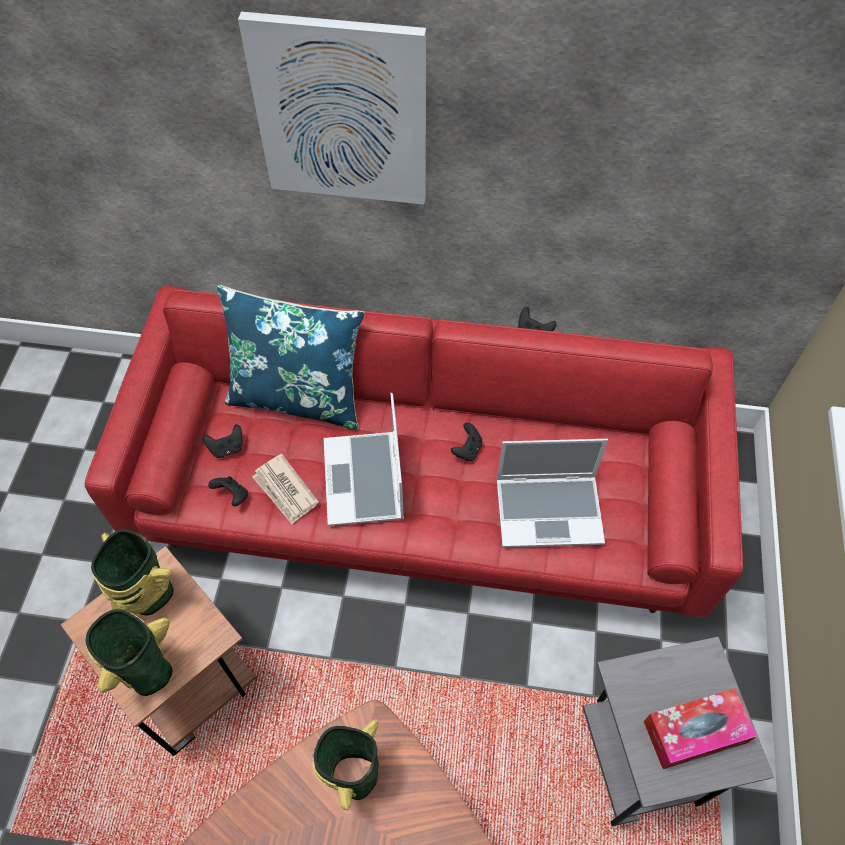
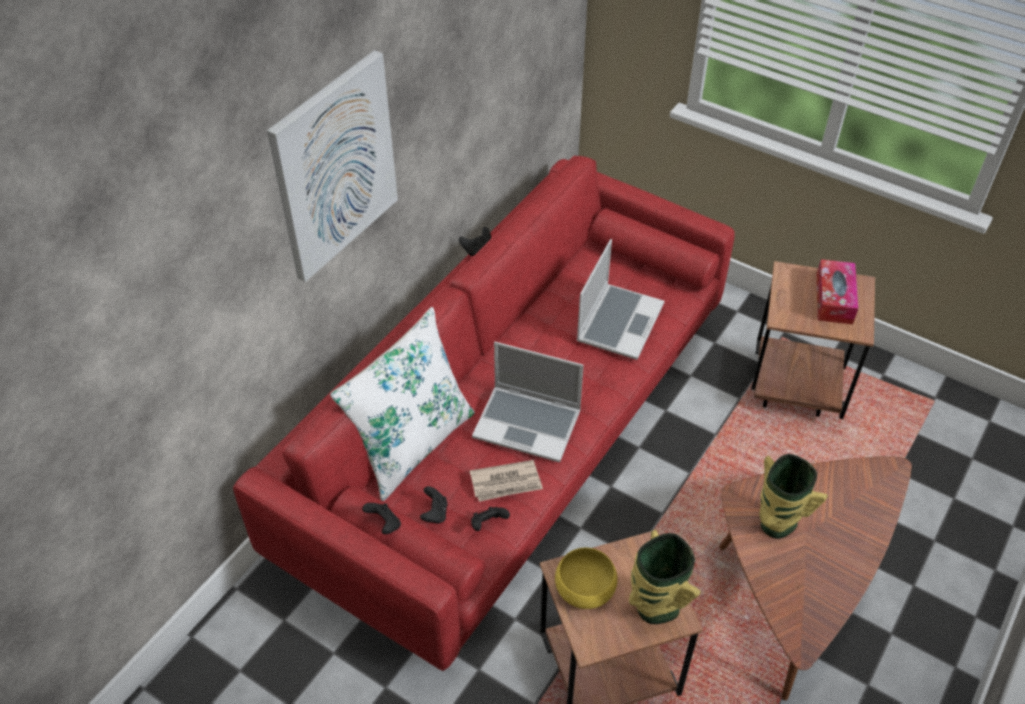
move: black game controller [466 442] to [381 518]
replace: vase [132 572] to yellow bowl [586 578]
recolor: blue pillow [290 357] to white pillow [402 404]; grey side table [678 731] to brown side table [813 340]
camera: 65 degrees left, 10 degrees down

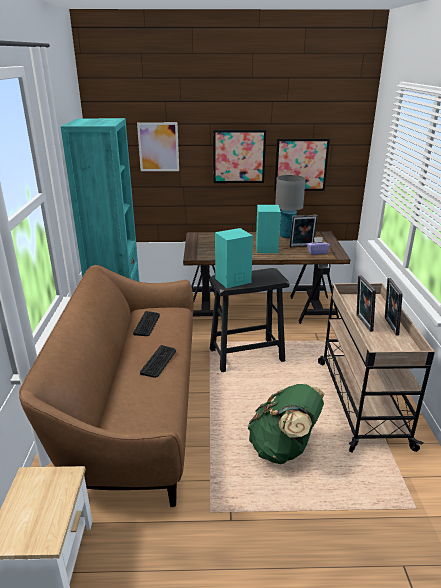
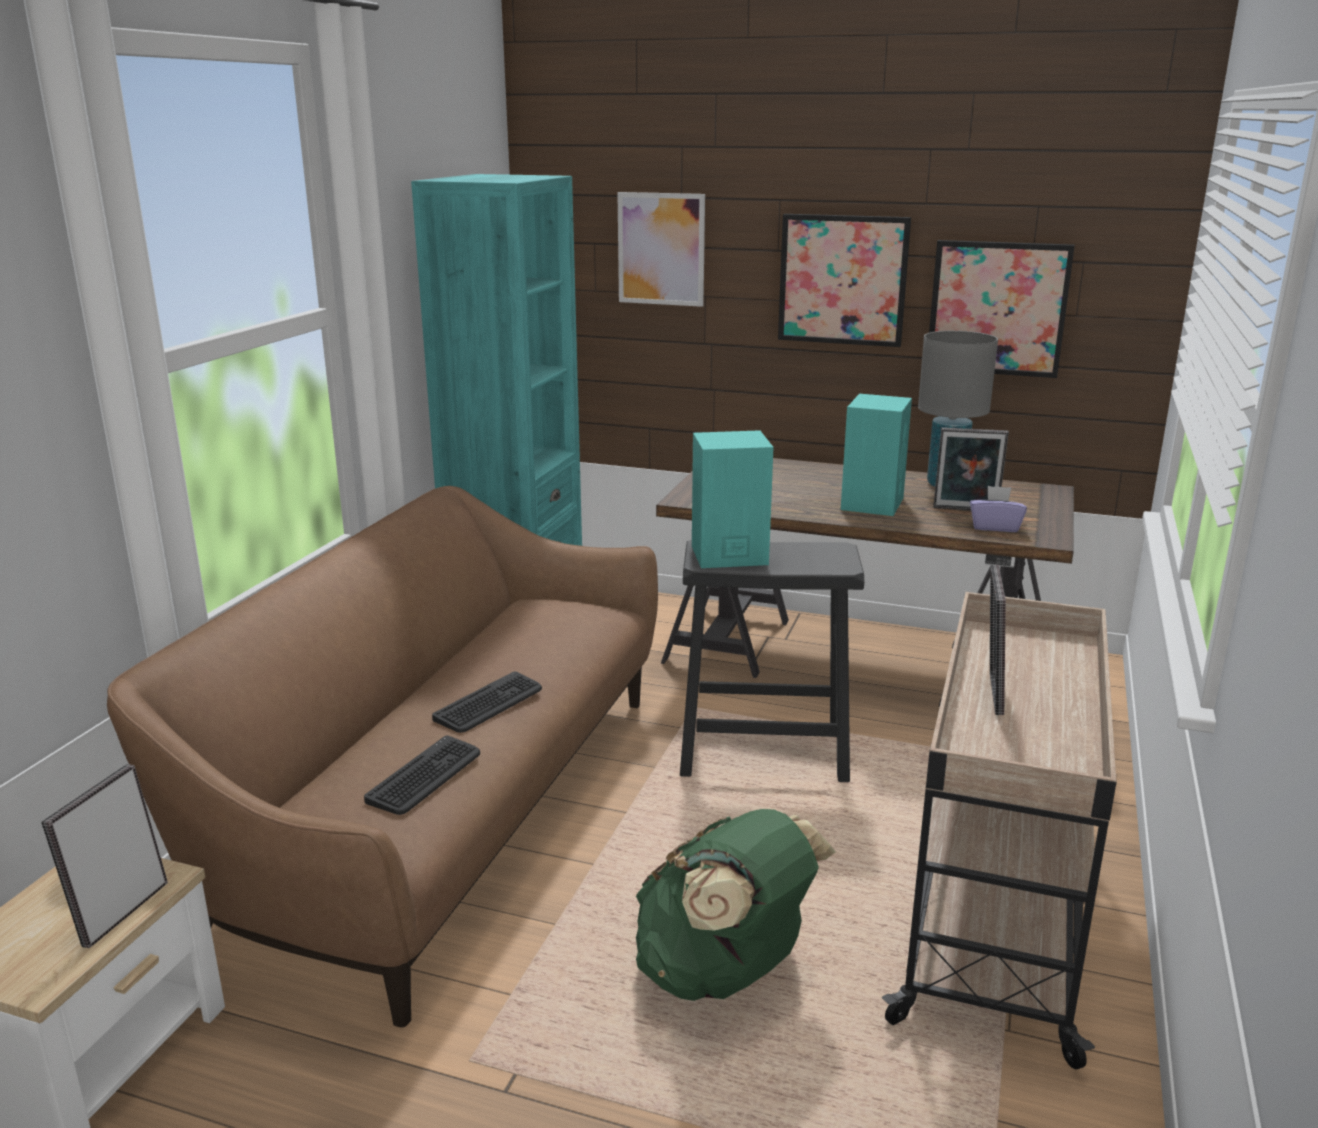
move: picture frame [394 307] to [104 856]; keyboard [146 323] to [422 775]
camera: 20 degrees right, 5 degrees down

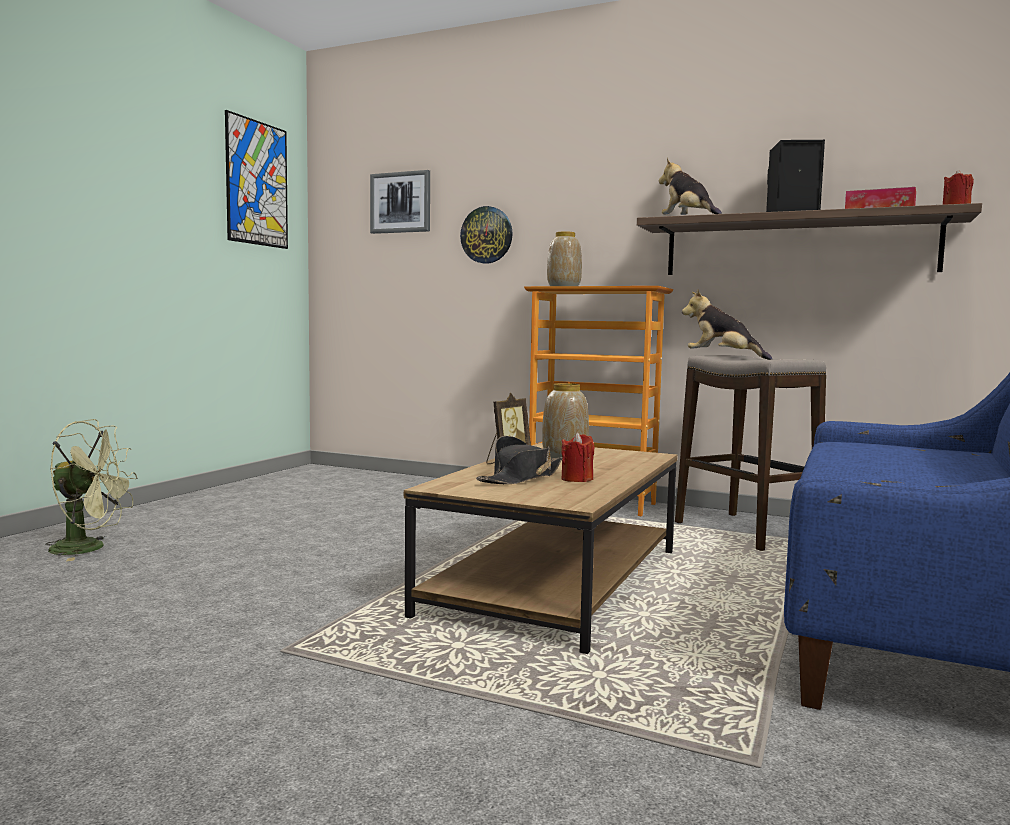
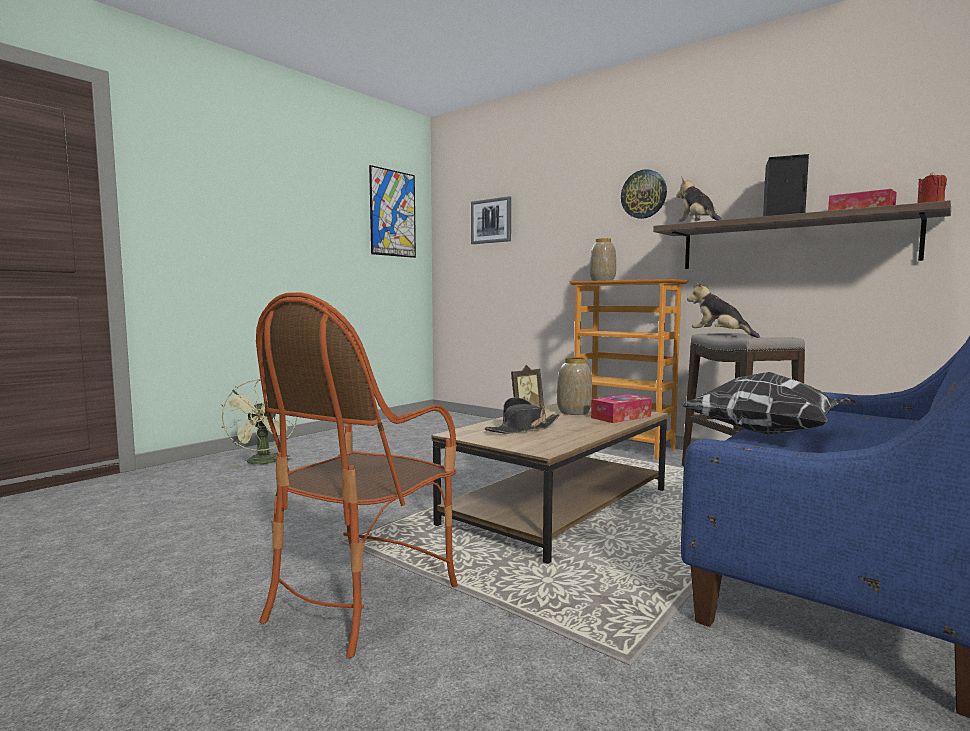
delete: red candle [578 457]
insert: armchair [357 475]; tissue box [621 408]; pillow [769 403]
move: wall clock [486 235] to [644 194]
rotate: green fan [91 490] = [259 422] 60 degrees clockwise
camera: 15 degrees right, 0 degrees up

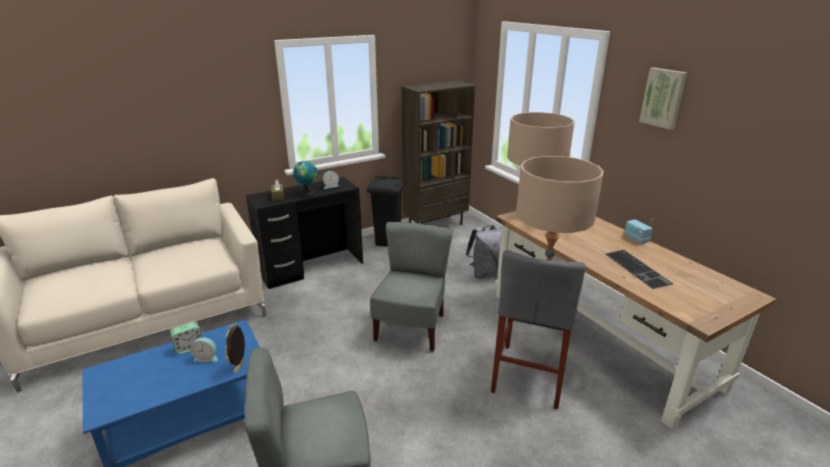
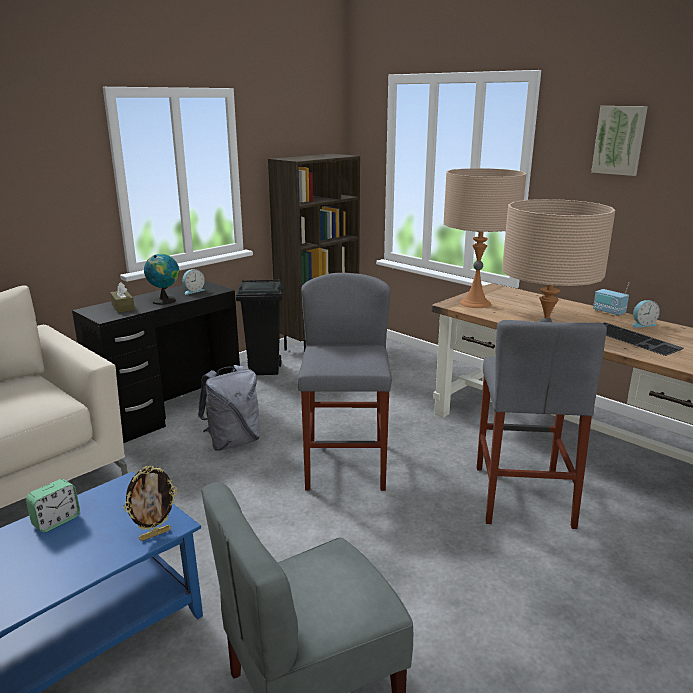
move: grey backpack [484 252] to [229 408]; alarm clock [204 349] to [646 314]
replace: grey chair [411 287] to grey stool [344 382]
rotate: picture frame [235 349] = [150 503] 120 degrees counterclockwise
camera: 15 degrees left, 5 degrees down

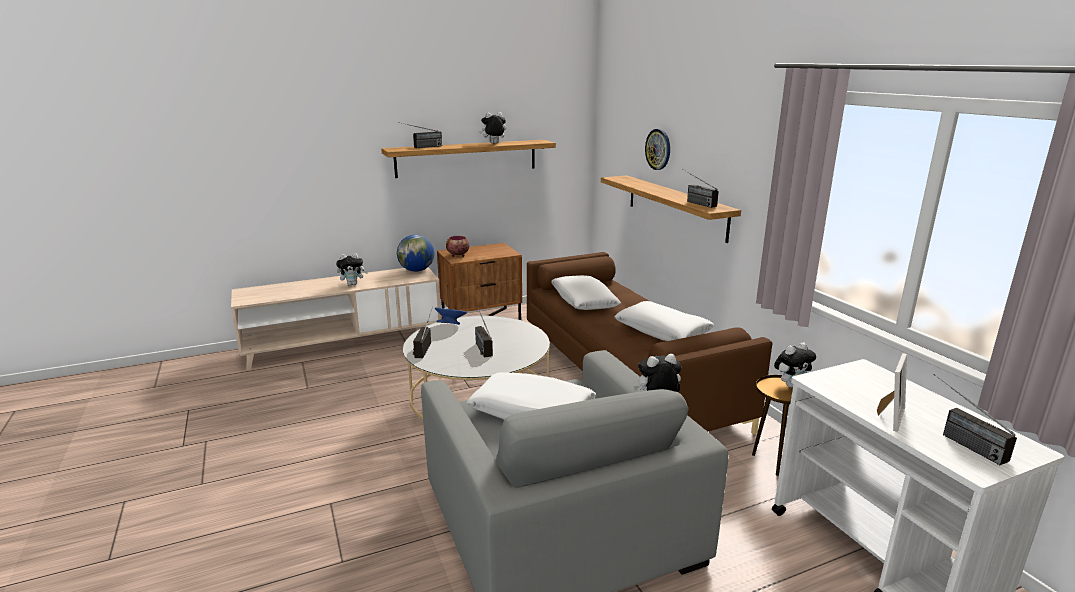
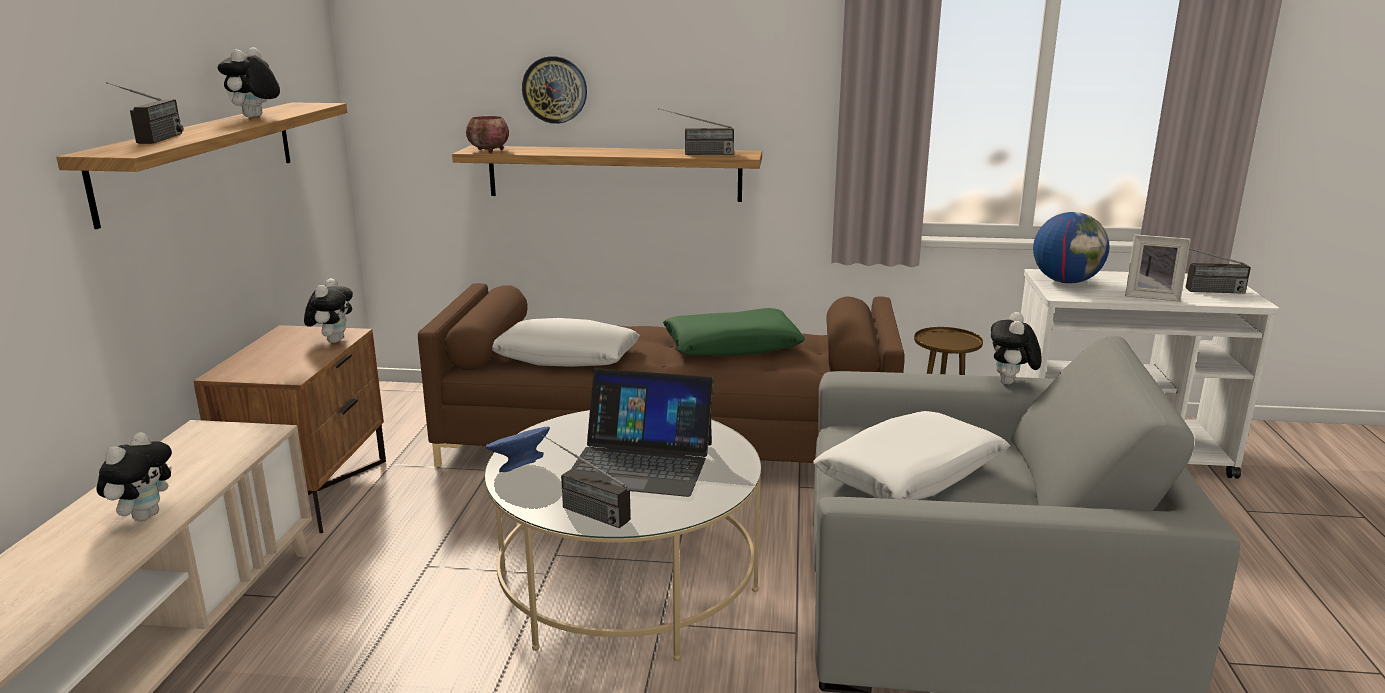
move: plush toy [795 365] to [328 310]; bowl [458 246] to [487 134]; globe [415 253] to [1071 248]
replace: radio [484 332] to laptop [642 432]
recolor: white pillow [664 321] to green pillow [734 332]
rotate: picture frame [892 392] = [1158 268] 135 degrees clockwise
camera: 60 degrees left, 0 degrees up

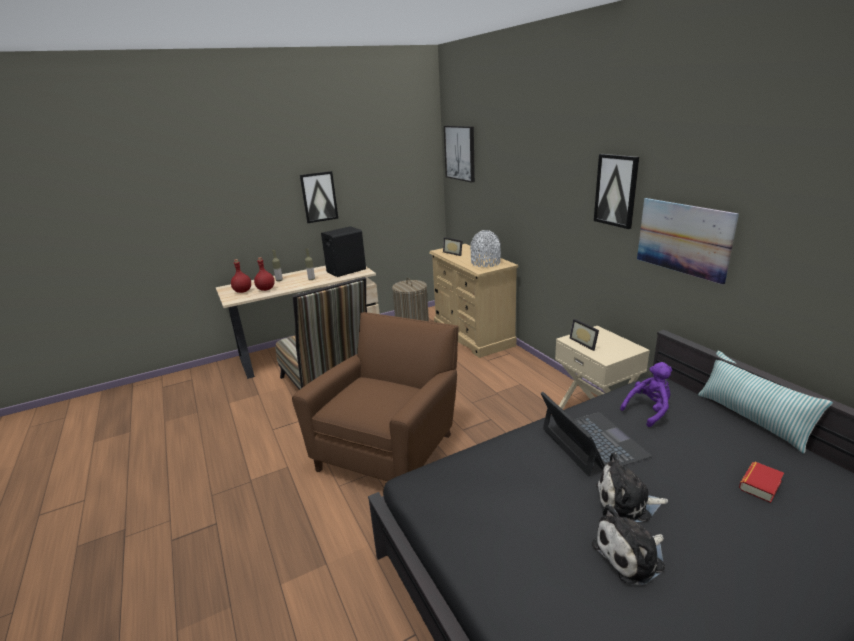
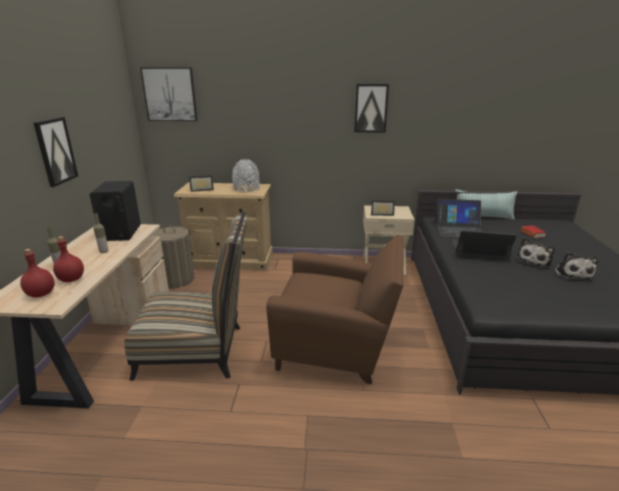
delete: picture [688 241]
replace: purple plush toy [646 394] to laptop [458 218]
rotate: brown armchair [375 397] = [335 309] 135 degrees clockwise
camera: 60 degrees left, 0 degrees up

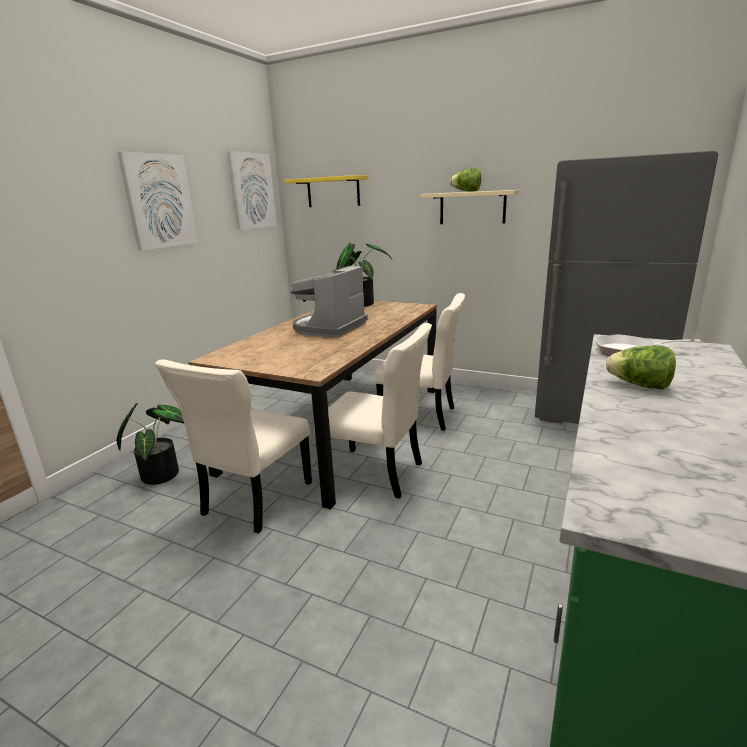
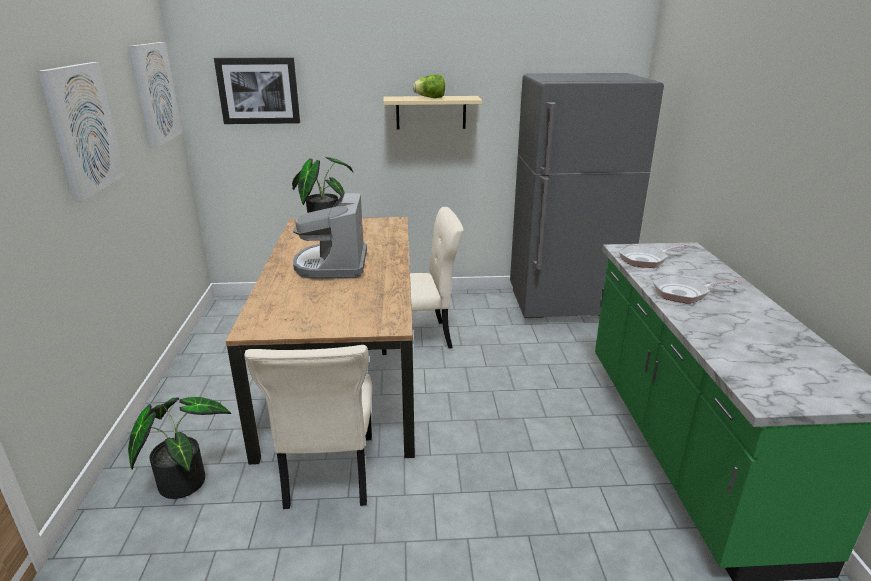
delete: beige chair [373 411]
replace: yellow shelf [326 191] to picture [257 90]; lettuce [641 367] to frying pan [697 289]
camera: 30 degrees left, 5 degrees up

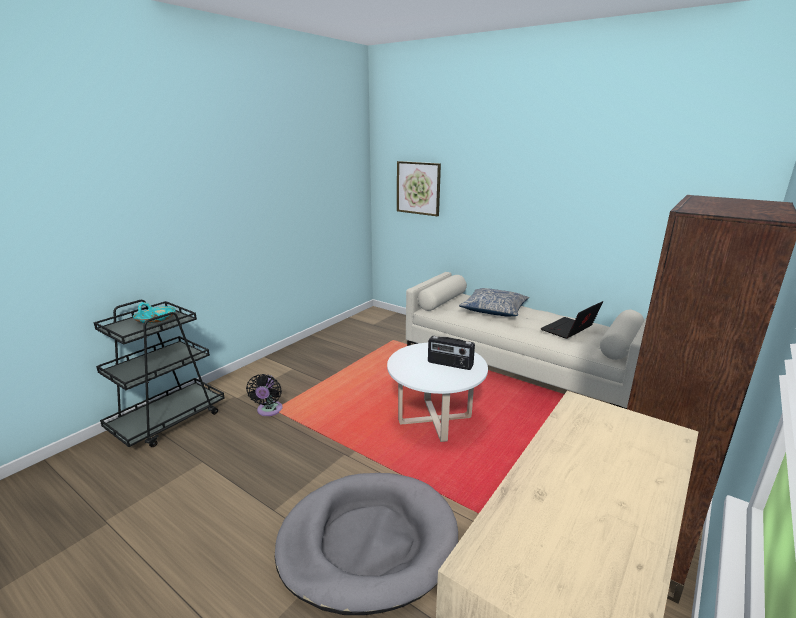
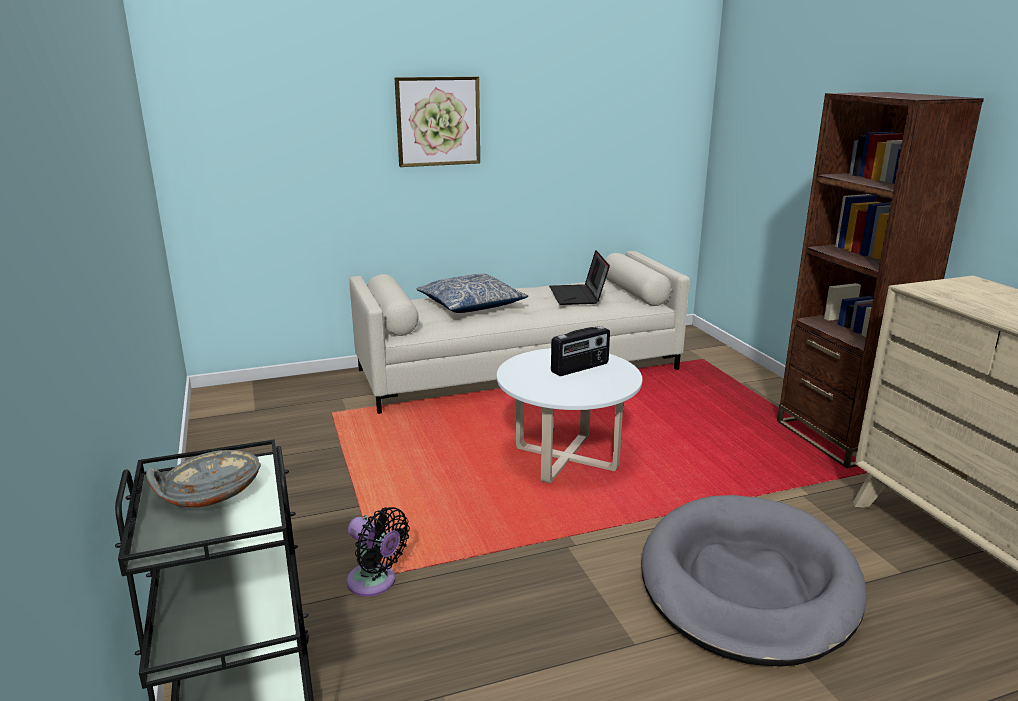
move: picture [419 188] to [437 121]
recolor: turquoise bowl [154 312] to grey bowl [203 478]
camera: 55 degrees left, 0 degrees up

